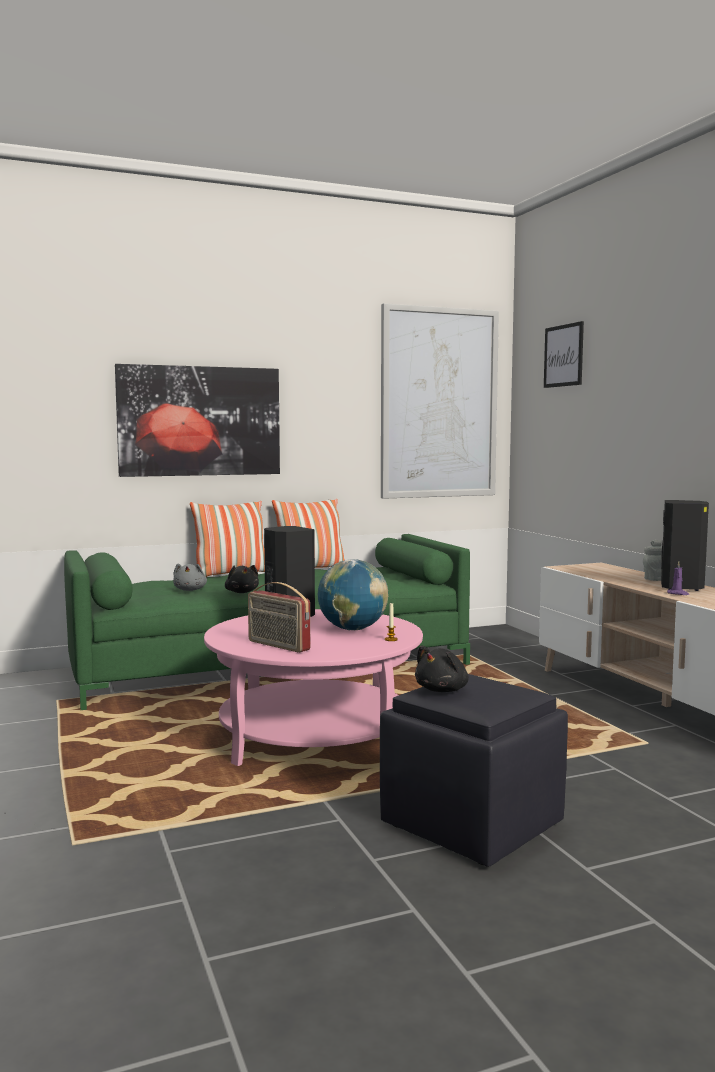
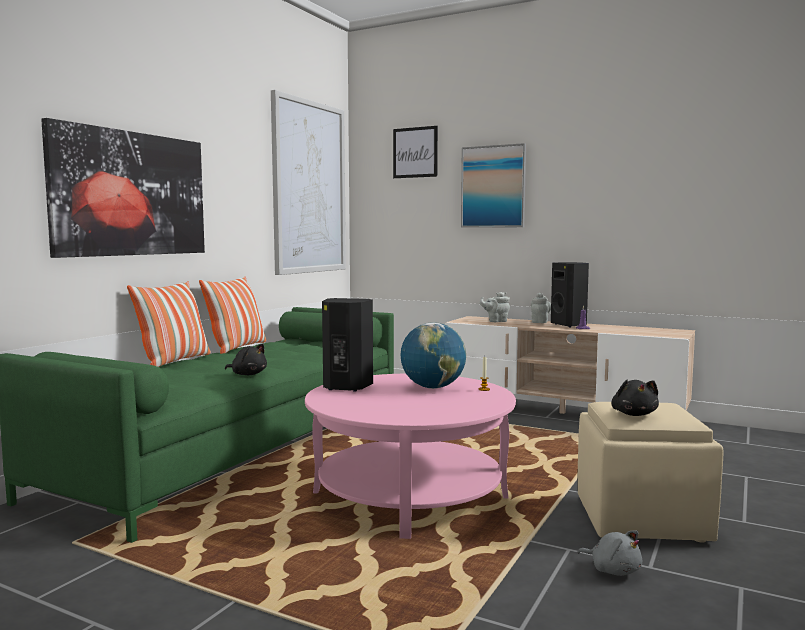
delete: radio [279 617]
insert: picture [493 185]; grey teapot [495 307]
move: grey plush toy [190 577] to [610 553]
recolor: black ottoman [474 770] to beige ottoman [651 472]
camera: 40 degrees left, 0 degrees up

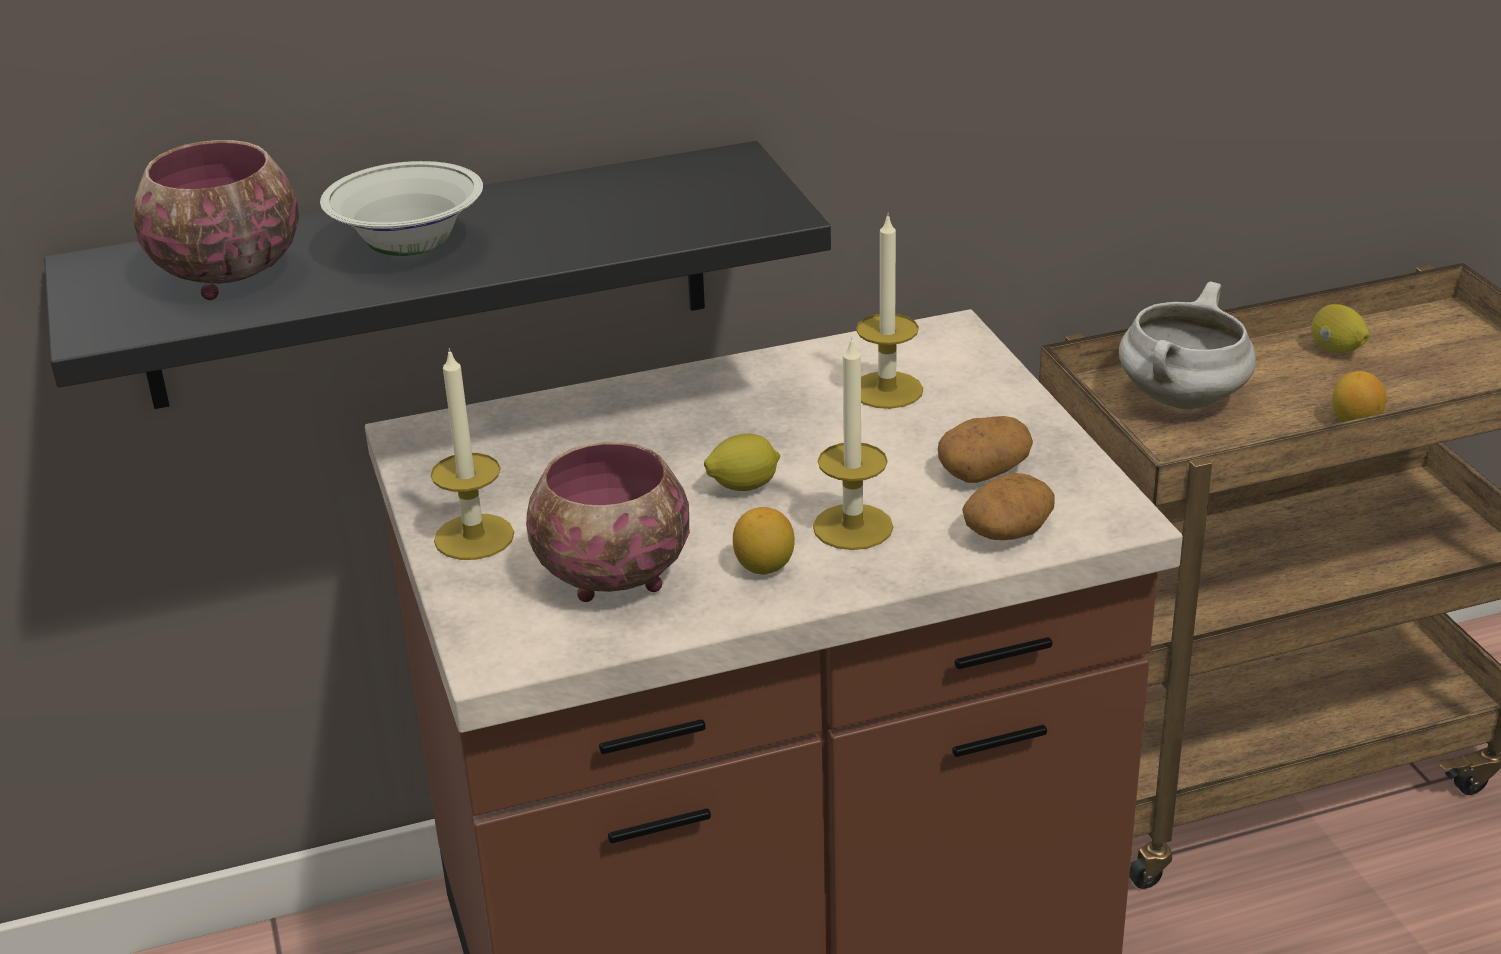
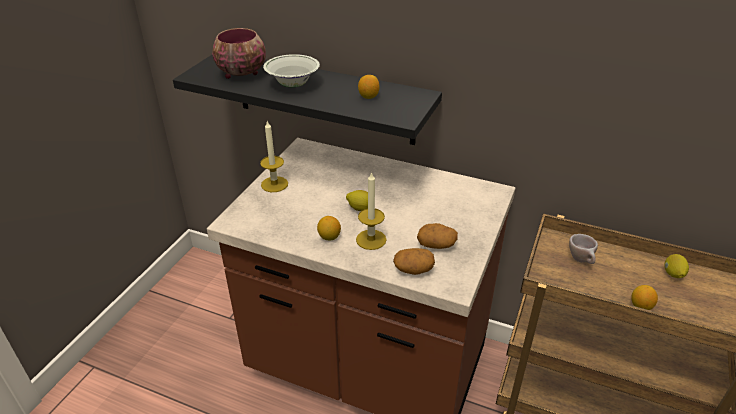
delete: bowl [607 521]; candle [889 311]
insert: lemon [368 87]
replace: white cooking pot [1187 345] to beige cup [583 249]
camera: 40 degrees right, 5 degrees up

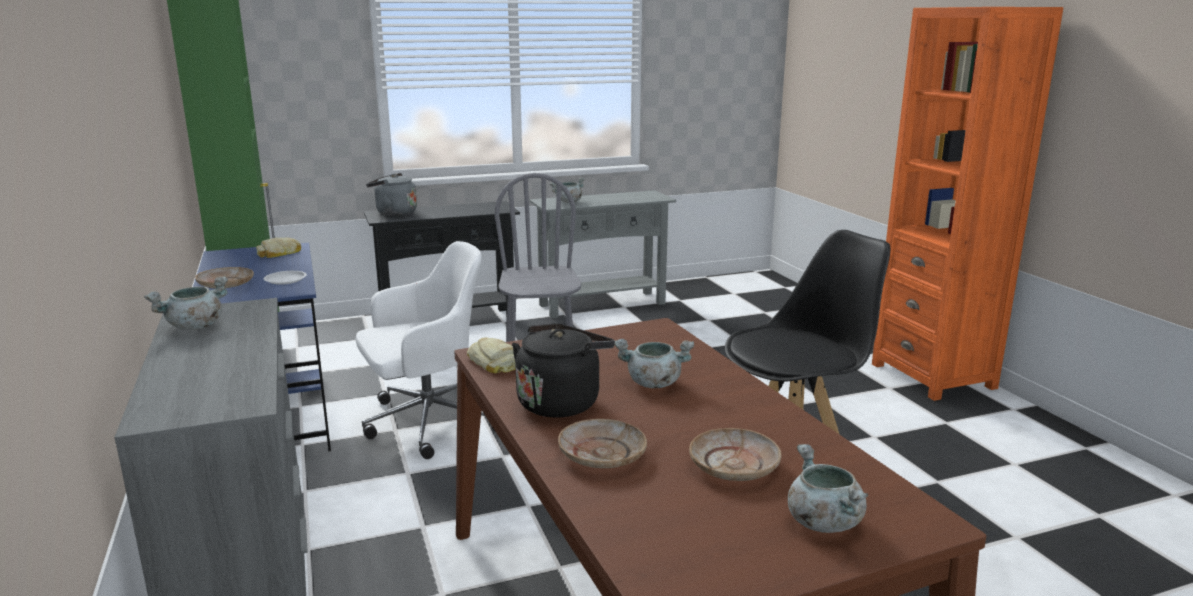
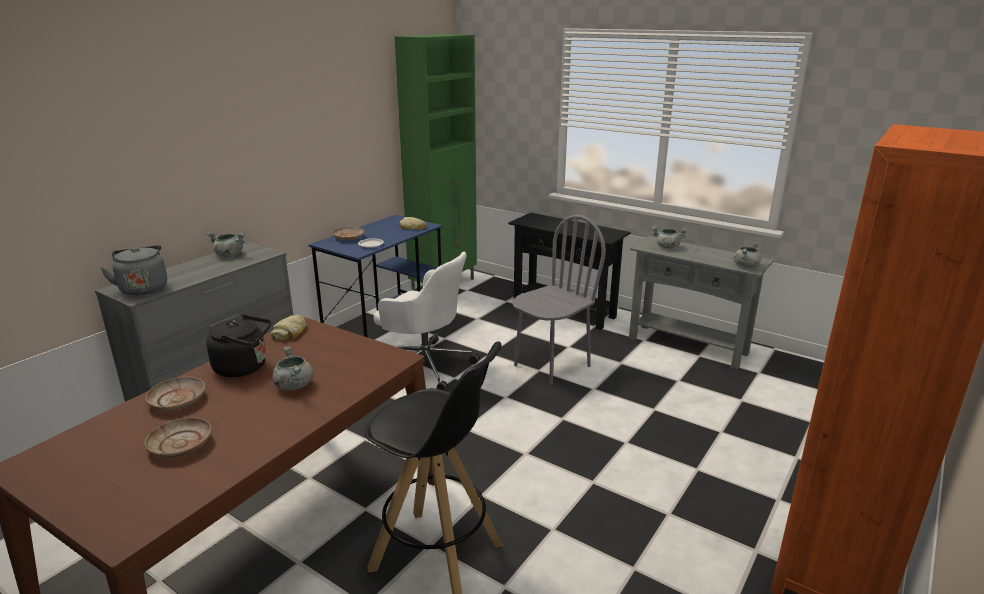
move: grey kettle [391 194] to [133 270]; grey cooking pot [828 488] to [748 255]
camera: 55 degrees right, 5 degrees up

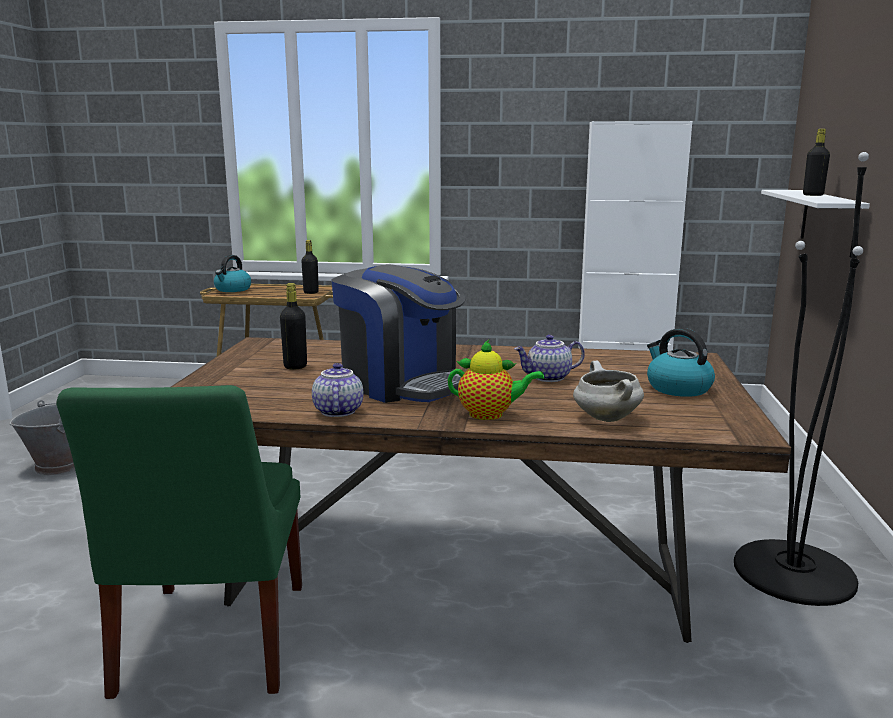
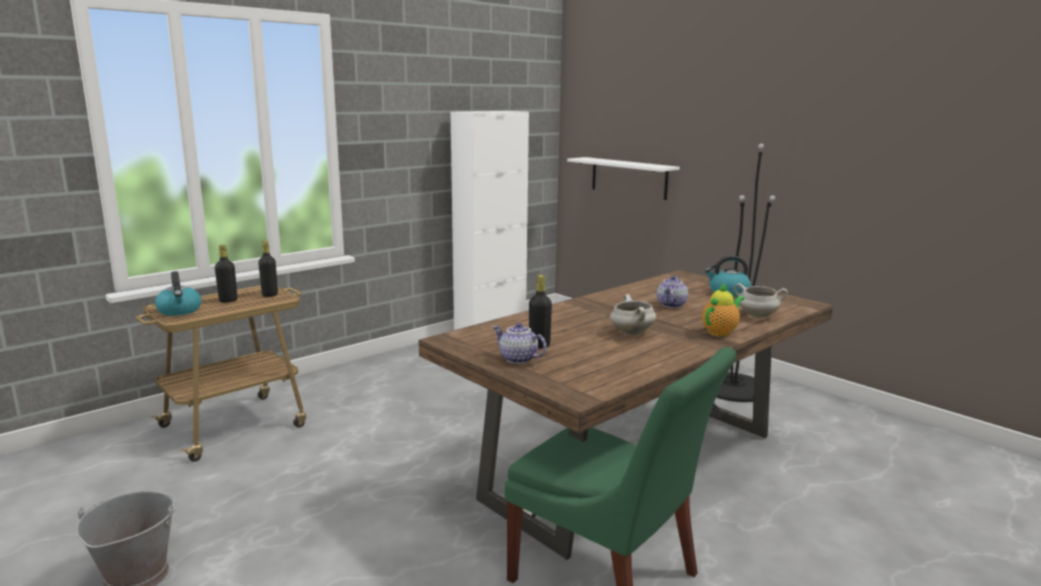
move: black bottle [816 162] to [226 274]; teapot [337 390] to [520 343]
replace: coffee machine [398 333] to white cooking pot [633 314]
camera: 50 degrees left, 0 degrees up

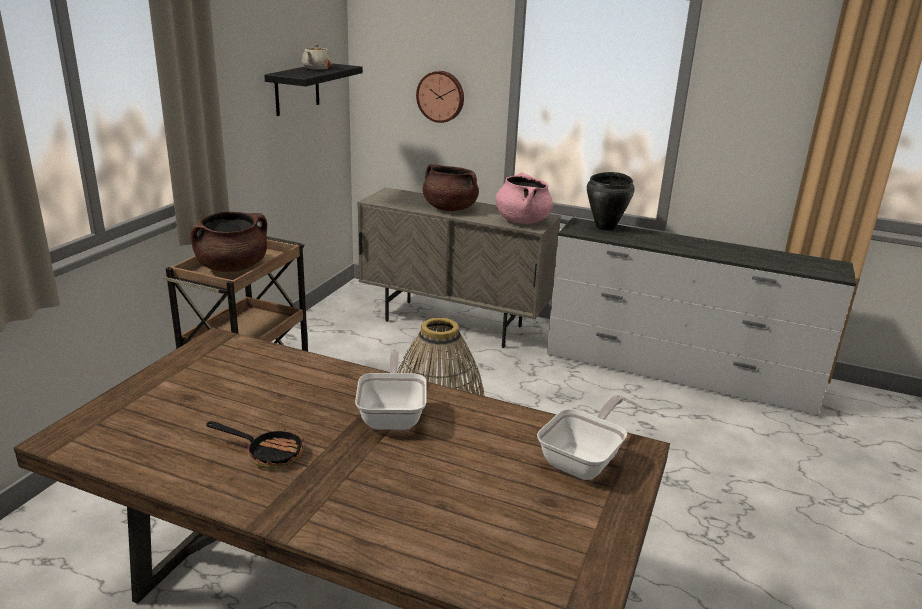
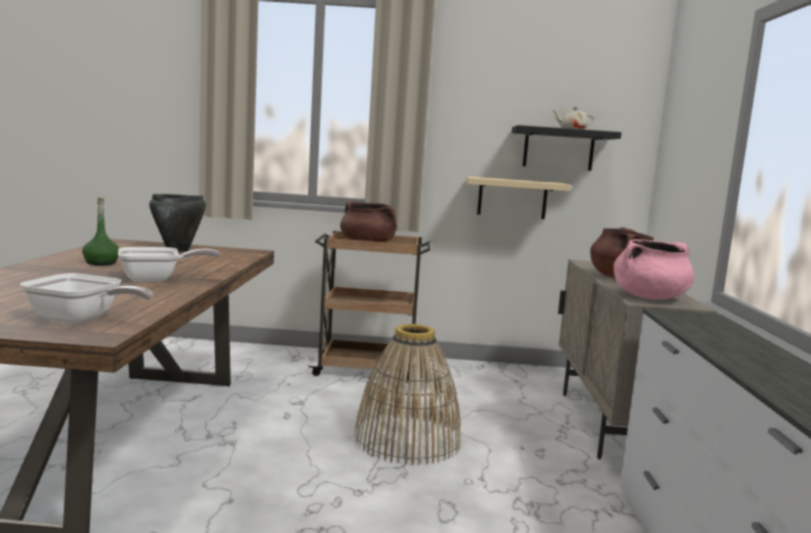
delete: wall clock [440 97]
insert: beige shelf [518 197]
move: black cooking pot [611 201] to [177 223]
replace: frying pan [255 445] to green bottle [100 231]
camera: 70 degrees right, 15 degrees down

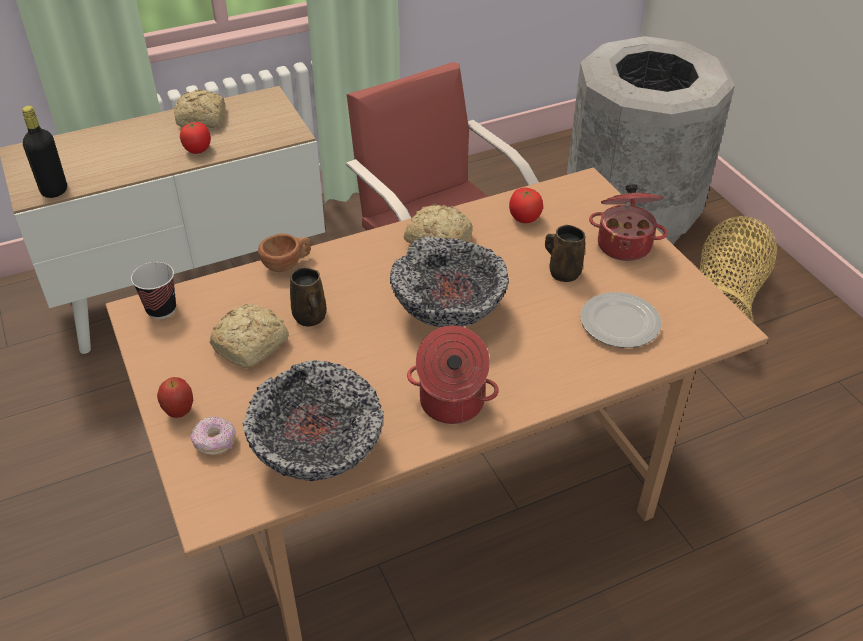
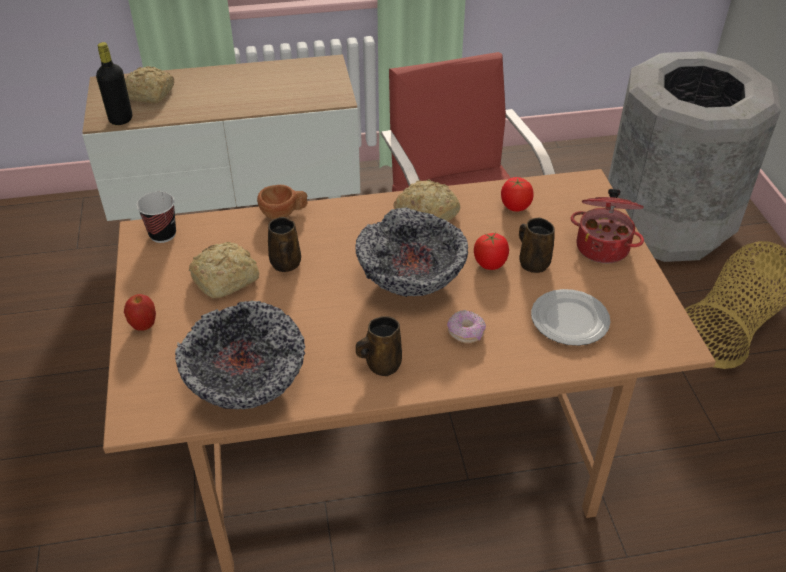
move: bread [199 109] to [149 85]; donut [213 436] to [466 326]; tomato [195 137] to [491 251]
replace: cooking pot [453 374] to brown mug [379 346]
camera: 15 degrees right, 0 degrees up

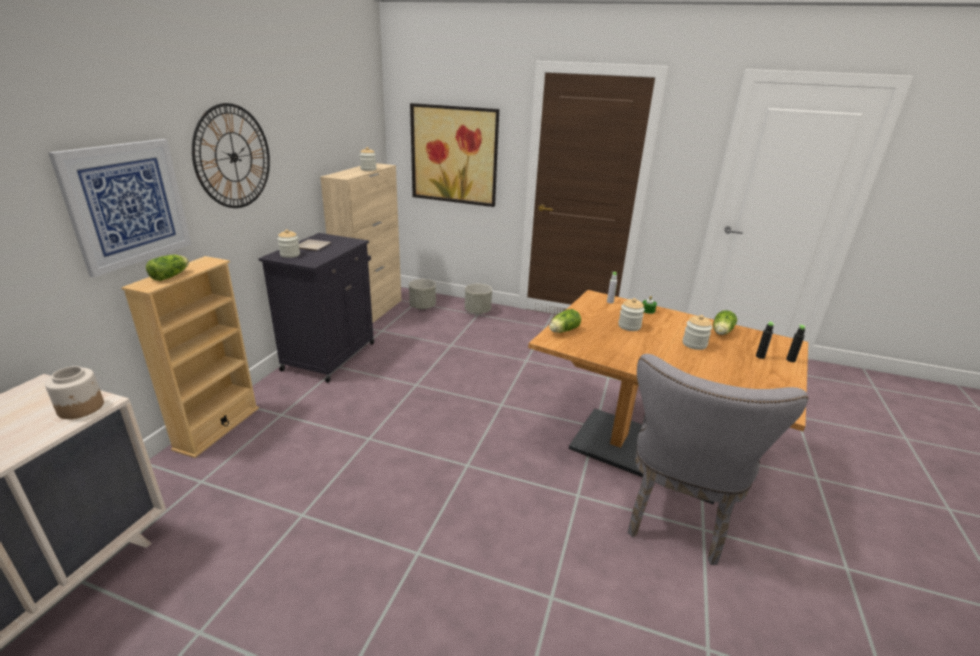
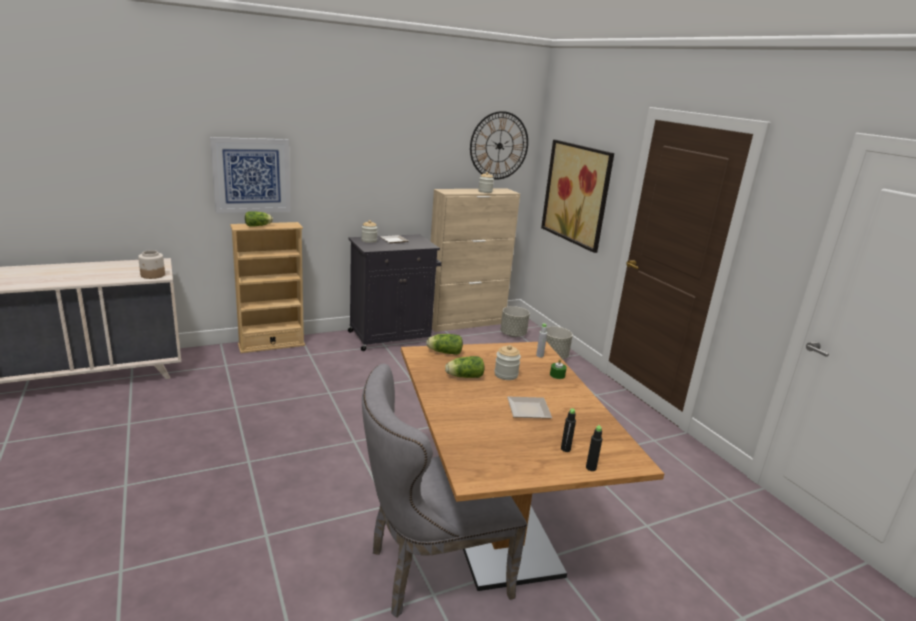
move: lettuce [725 322] to [465 367]; wall clock [231 155] to [499 145]
replace: jar [697 332] to plate [529 408]
camera: 45 degrees right, 5 degrees down

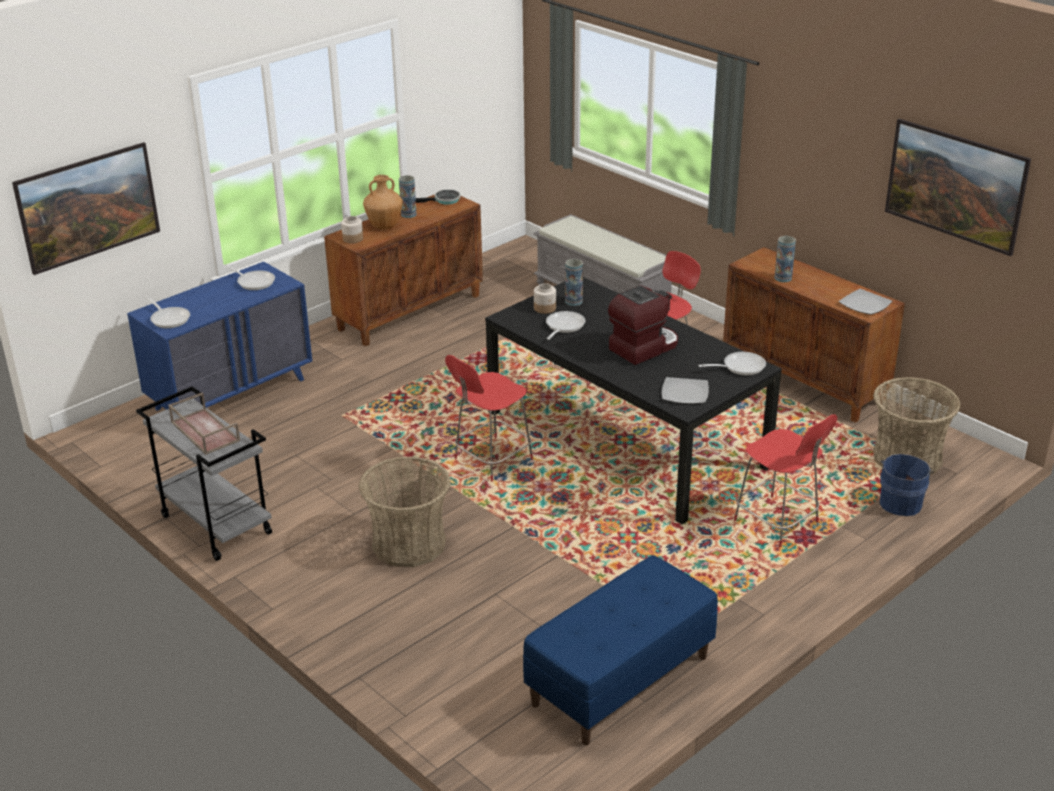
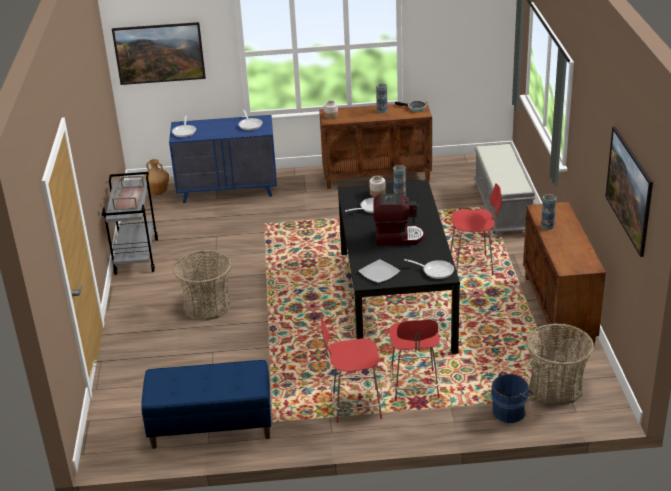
delete: plate [865 302]
move: brown vase [383 202] to [156 177]; red chair [489 418] to [352 369]
camera: 40 degrees right, 0 degrees up

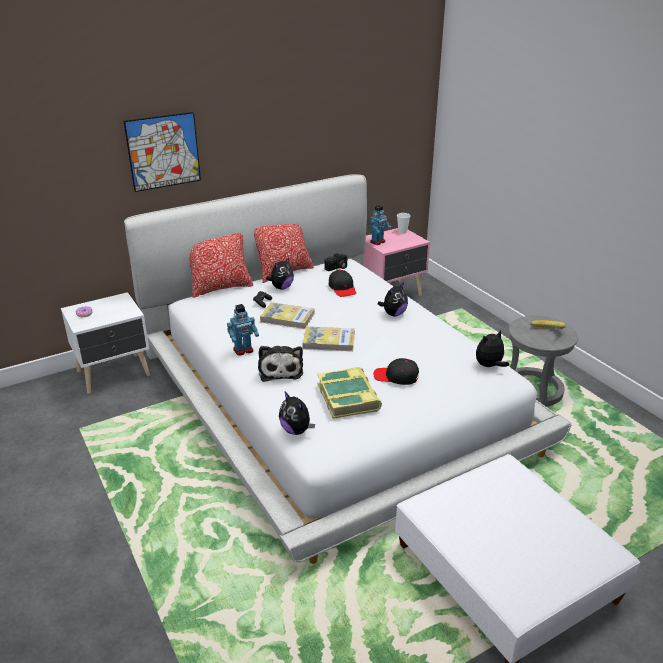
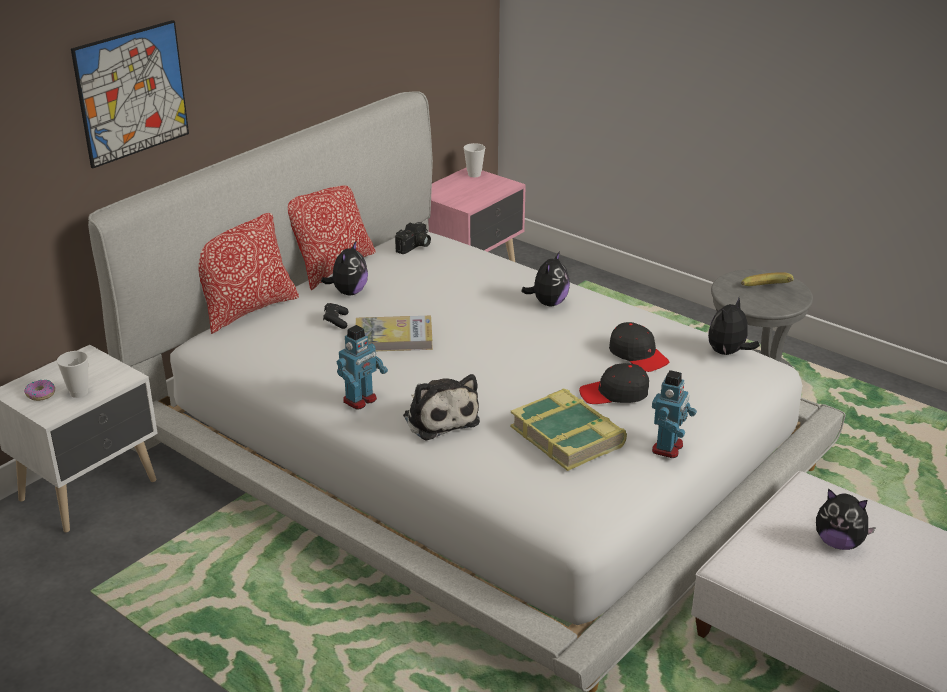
delete: book [329 339]
insert: cup [73 374]
move: black cap [342 283] to [639 347]; toy robot [380 225] to [674 414]; plush toy [297 413] to [846 519]
camera: 20 degrees left, 0 degrees up

